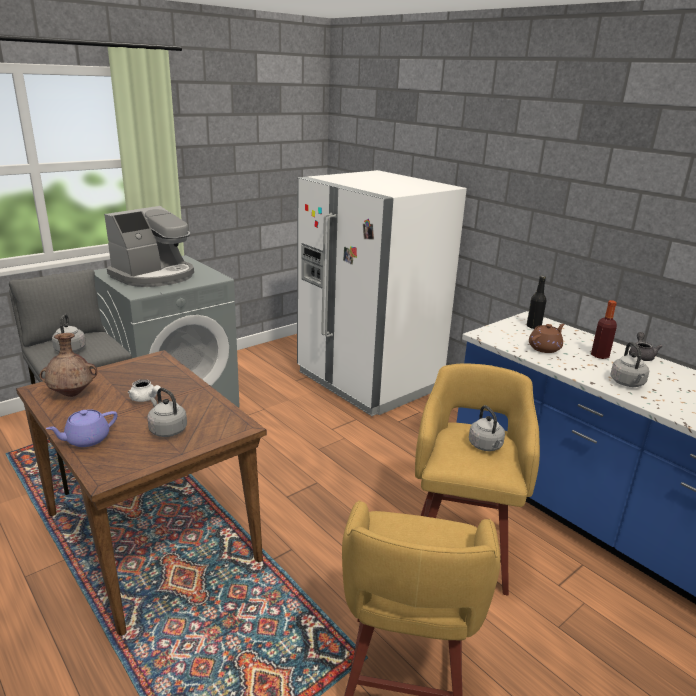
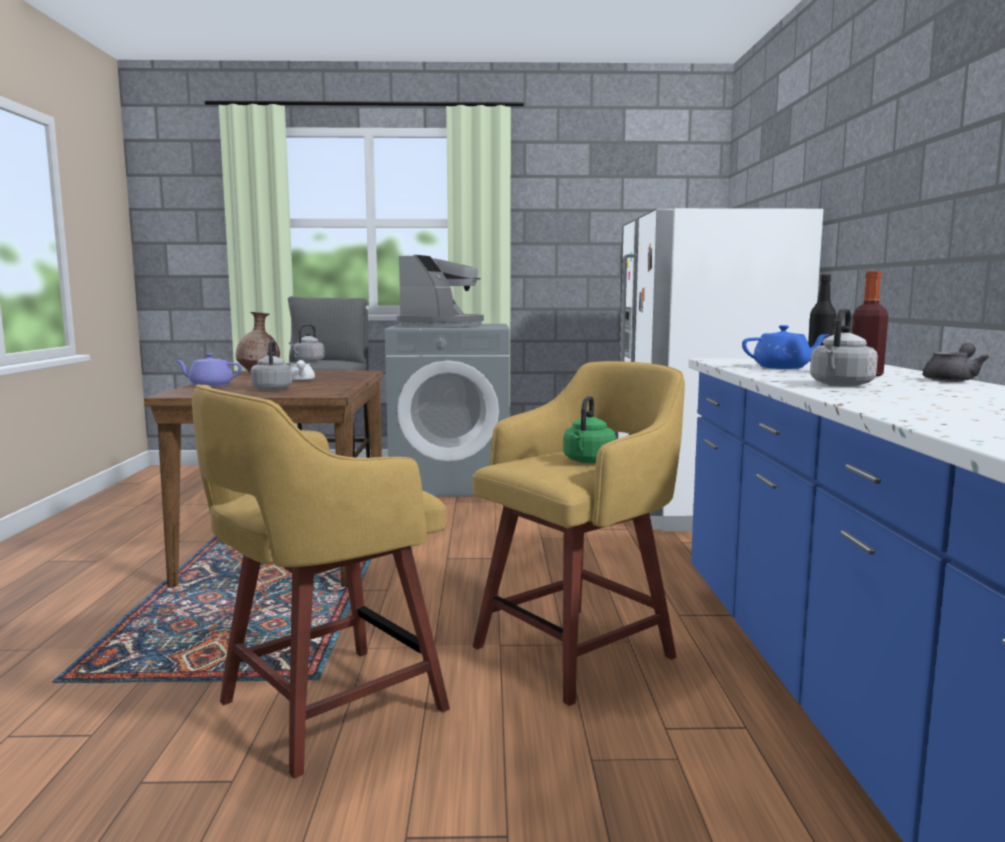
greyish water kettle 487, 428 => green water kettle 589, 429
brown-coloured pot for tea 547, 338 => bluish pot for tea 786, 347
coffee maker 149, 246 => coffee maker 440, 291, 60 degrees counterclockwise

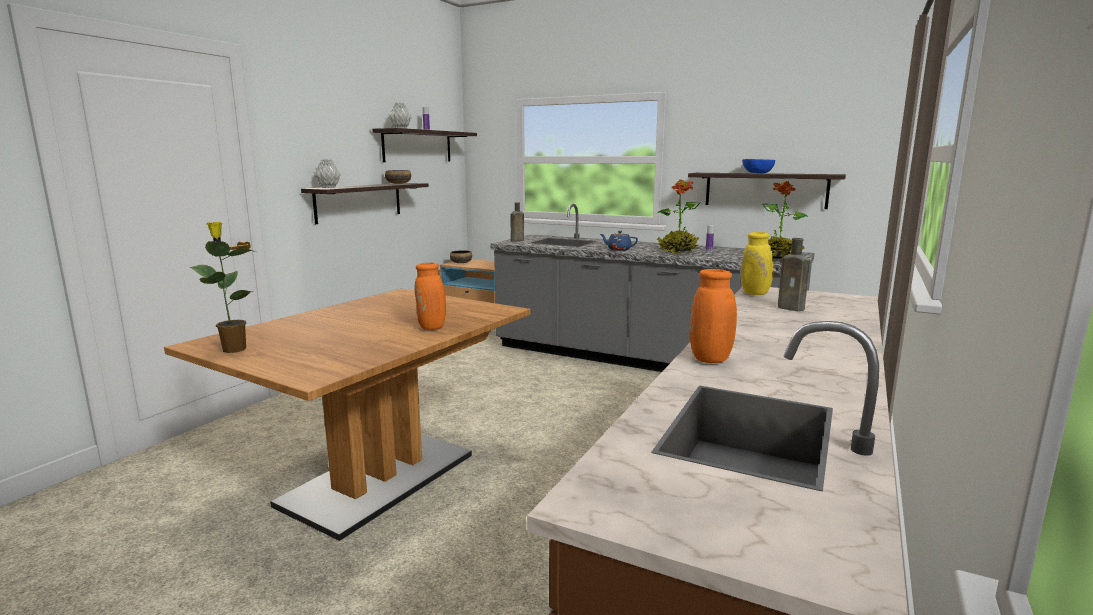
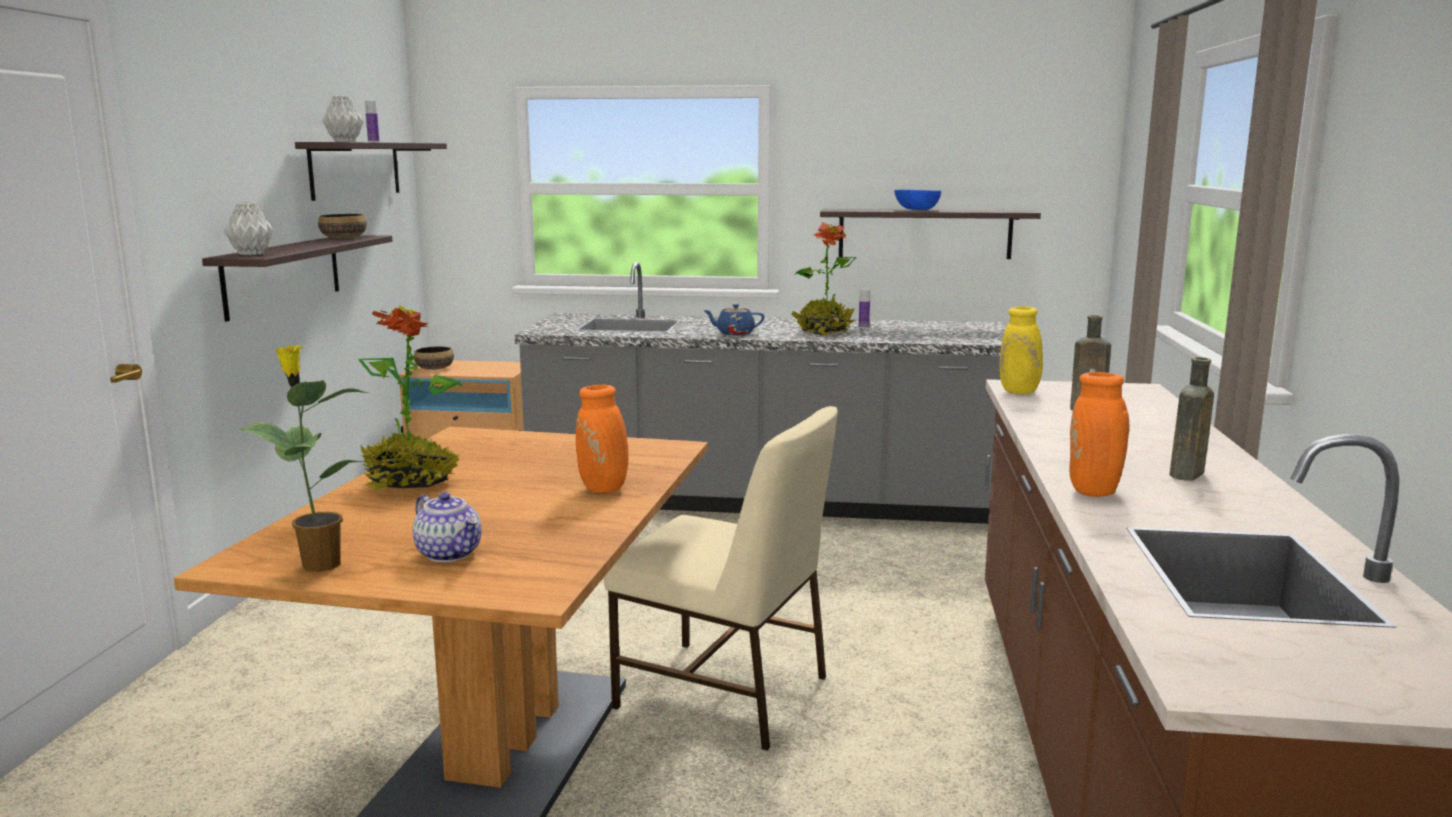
nothing => pot for tea 446, 527
nothing => beige-coloured upright chair 721, 578
brown-coloured bottle 517, 222 => brown-coloured bottle 1191, 419, shifted
plant in a pot 785, 219 => plant in a pot 411, 398, shifted

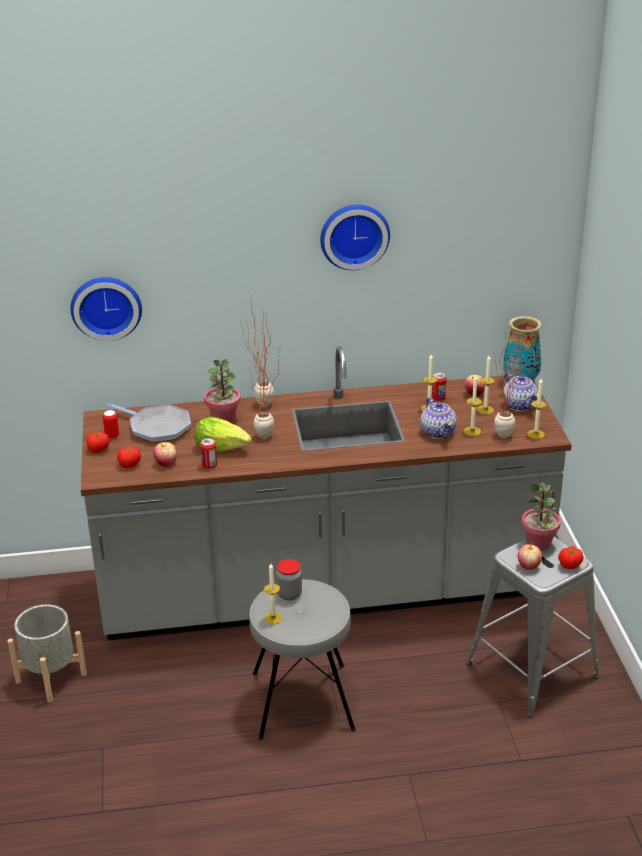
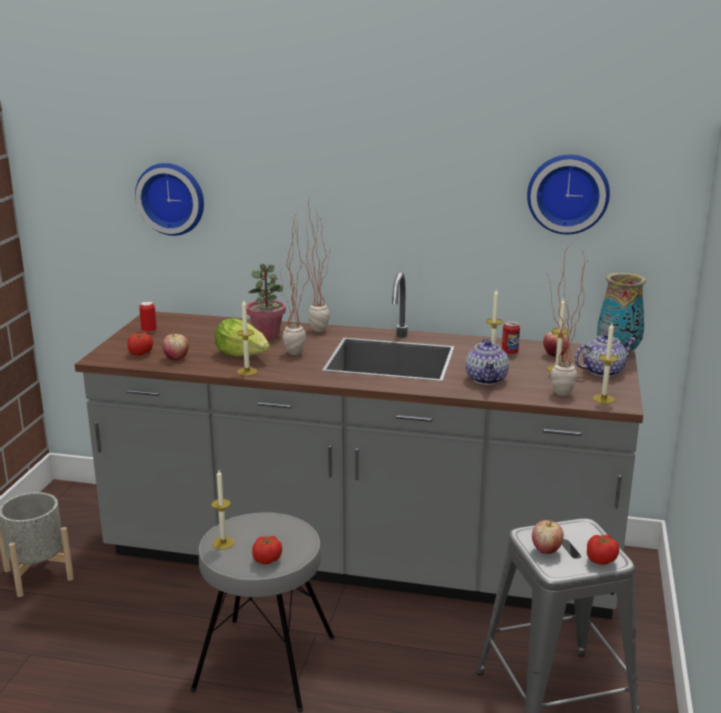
skillet 149, 422 => nothing
can 208, 453 => nothing
jar 289, 579 => nothing
plant in a pot 541, 516 => nothing
tomato 98, 442 => tomato 267, 550, shifted
wall clock 355, 237 => wall clock 568, 195, shifted
wax candle 473, 405 => wax candle 247, 338, shifted
pot for tea 520, 391 => pot for tea 605, 355, 105 degrees counterclockwise

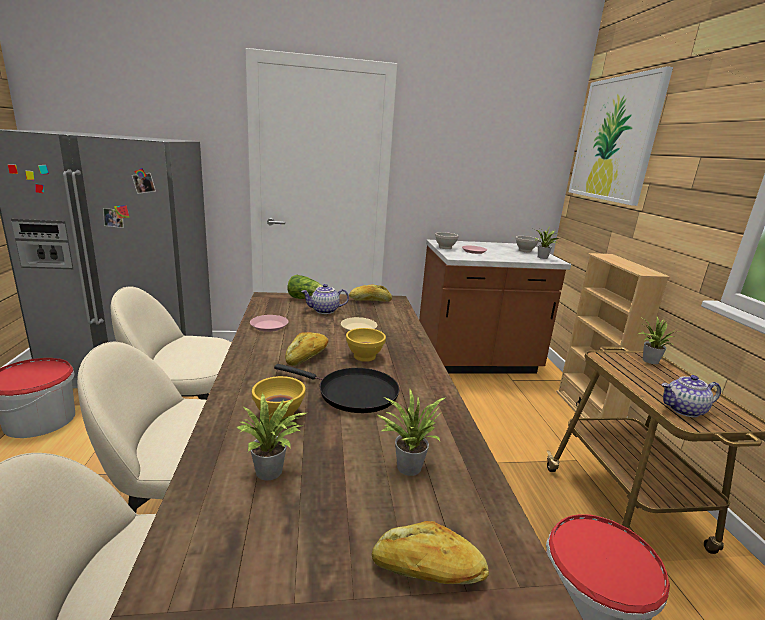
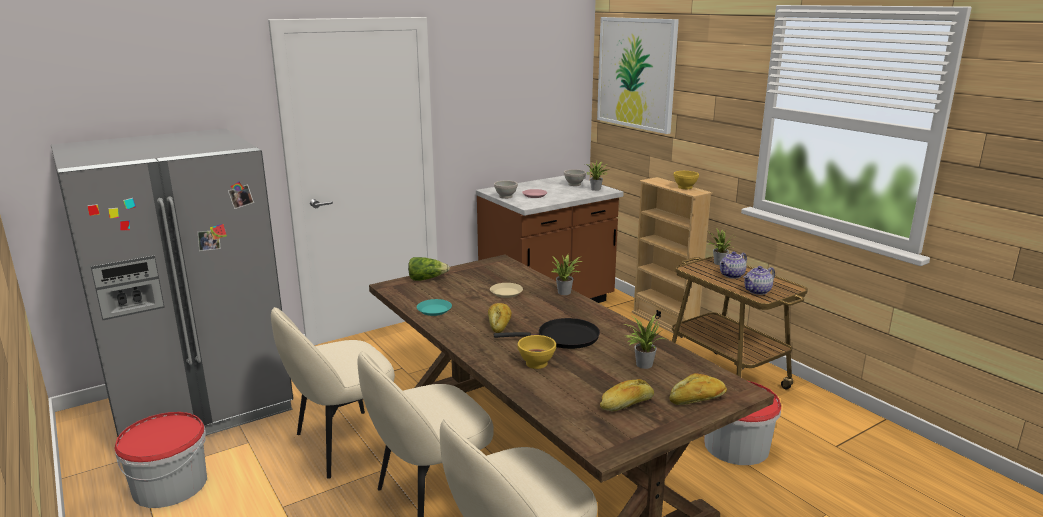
plant in a pot 271, 436 => plant in a pot 567, 275, shifted
pot for tea 325, 299 => pot for tea 733, 265, shifted
yellowish deep dish 366, 345 => yellowish deep dish 686, 180, shifted
baked bread 370, 293 => baked bread 627, 395, shifted
pinkish dinner plate 269, 323 => turquoise dinner plate 434, 307

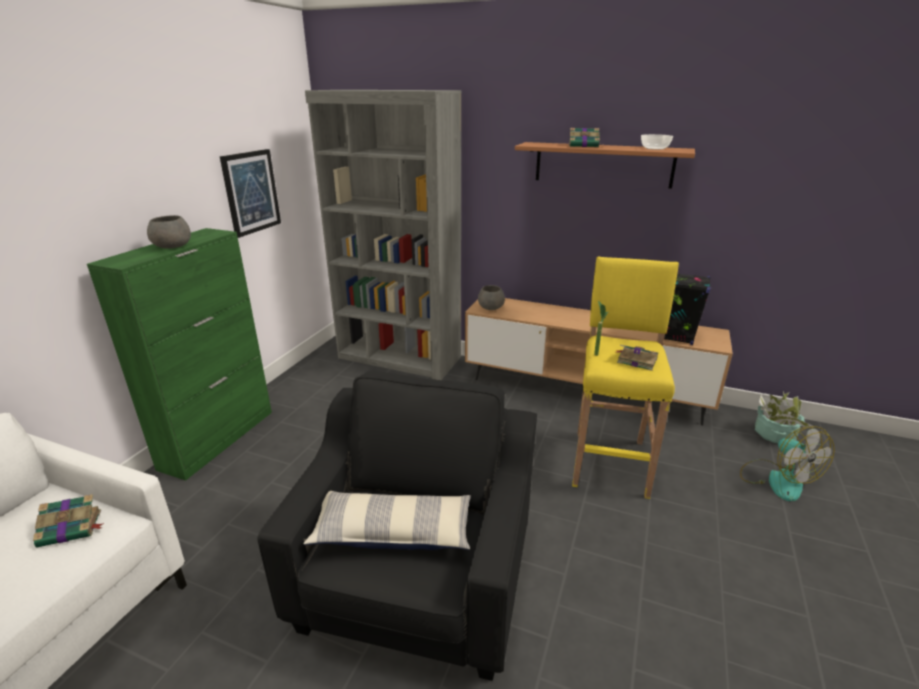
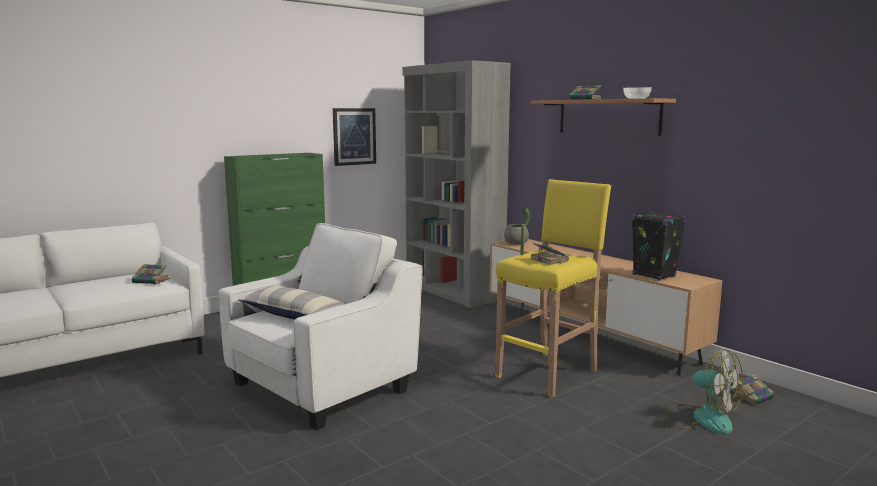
greyish deep dish 169, 232 => nothing
plant in a pot 784, 417 => volume 753, 390
blackish armchair 397, 526 => white armchair 320, 326
fan 787, 464 => fan 705, 391, 60 degrees counterclockwise

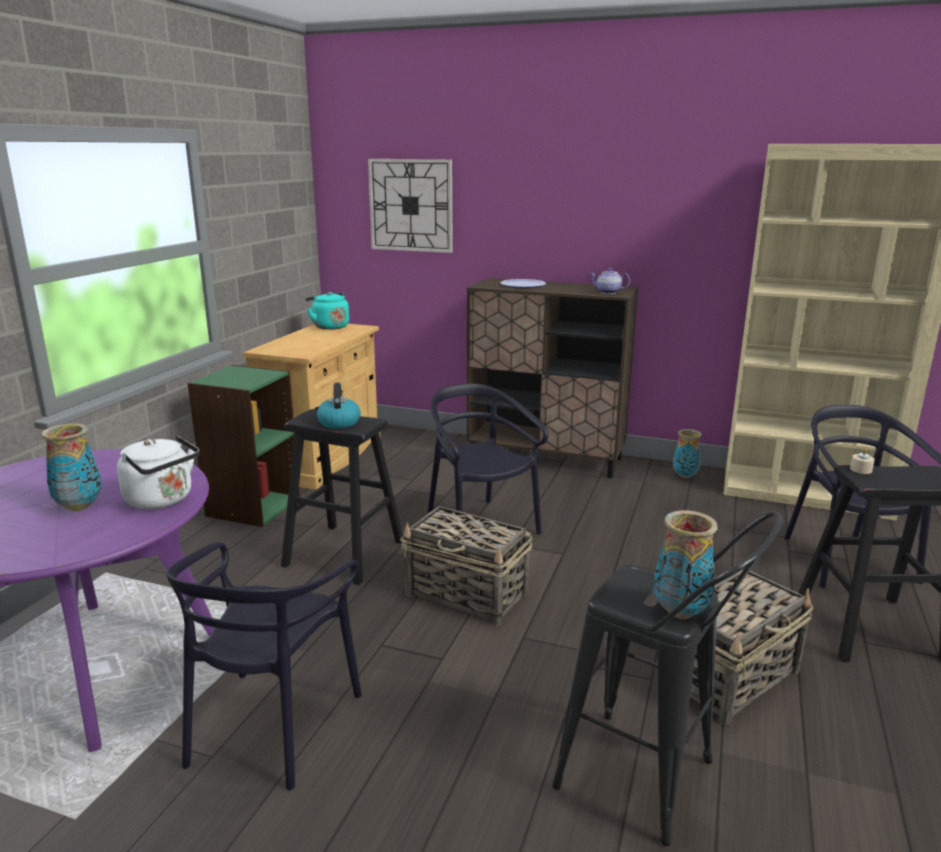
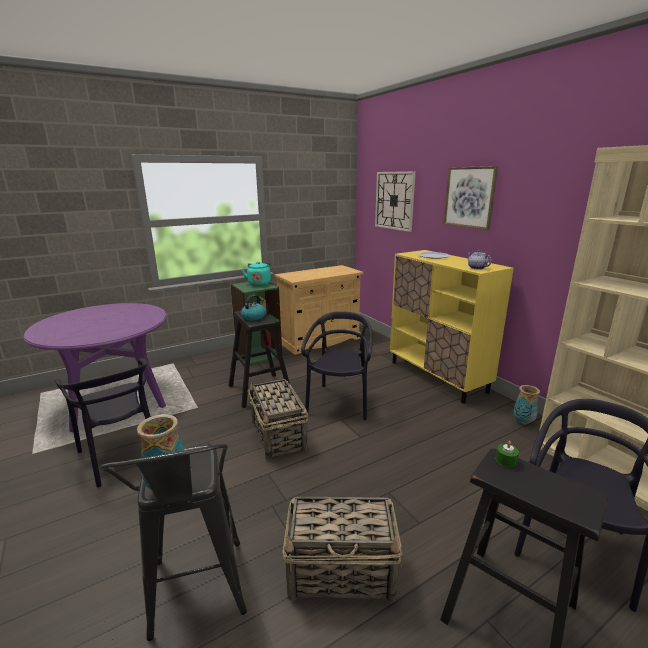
vase 71, 467 => nothing
white water kettle 158, 472 => nothing
nothing => picture 471, 198
turquoise water kettle 327, 311 => turquoise water kettle 256, 274, shifted
brown-coloured cabinet 552, 378 => yellowish cabinet 452, 327
beige-coloured wax candle 862, 461 => green wax candle 507, 454
blackish upright chair 264, 666 => blackish upright chair 103, 423, 90 degrees counterclockwise

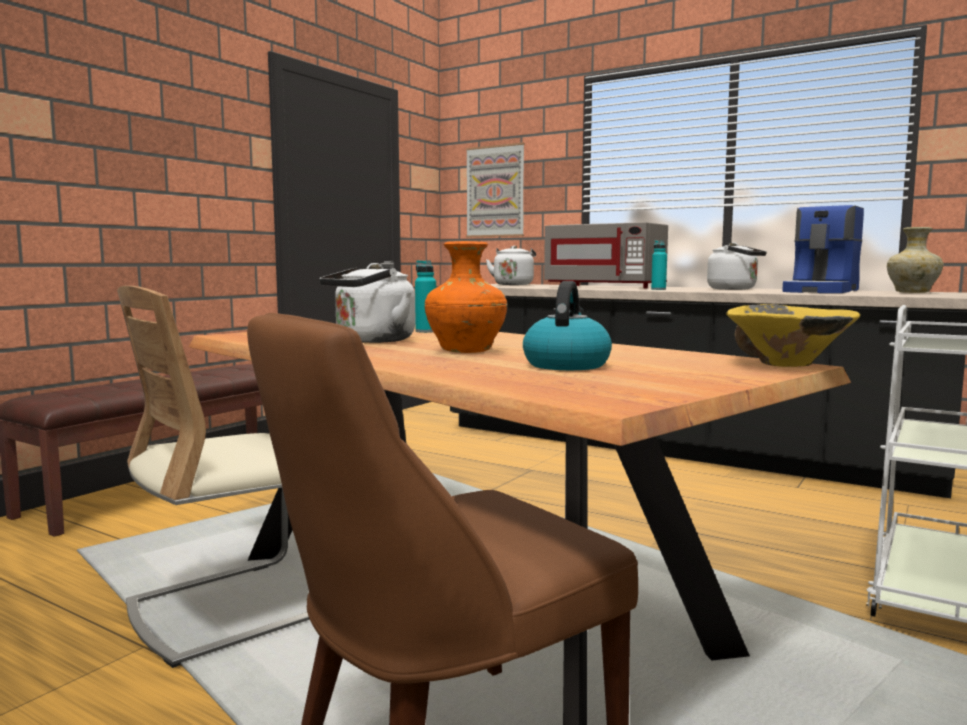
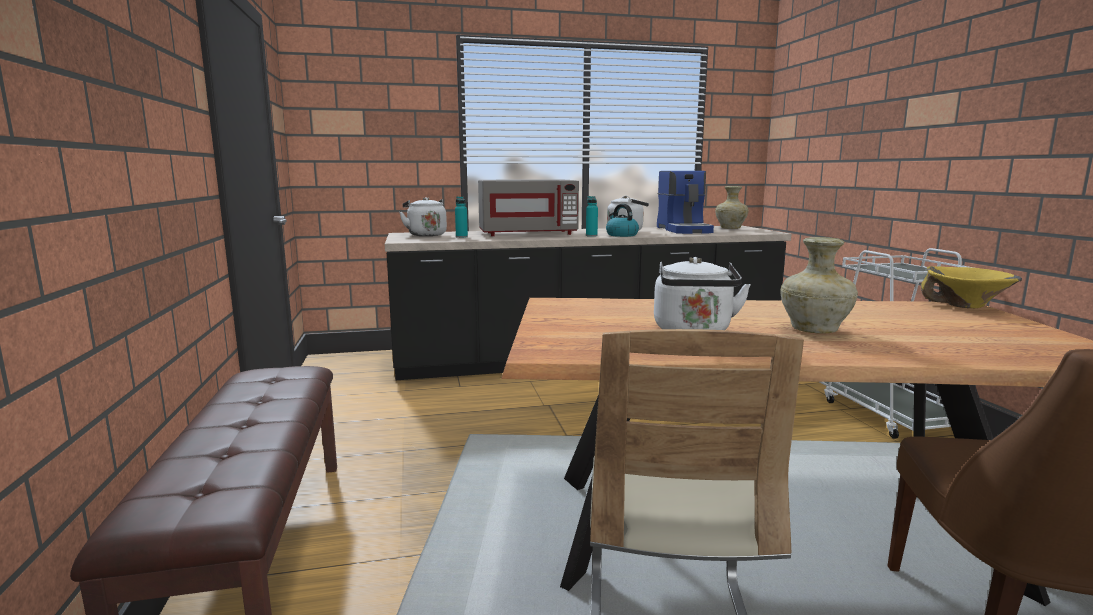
picture 495, 189 => nothing
turquoise bottle 425, 296 => turquoise bottle 461, 217, shifted
water kettle 567, 325 => water kettle 622, 220, shifted
orangey vase 466, 297 => beige-coloured vase 819, 285

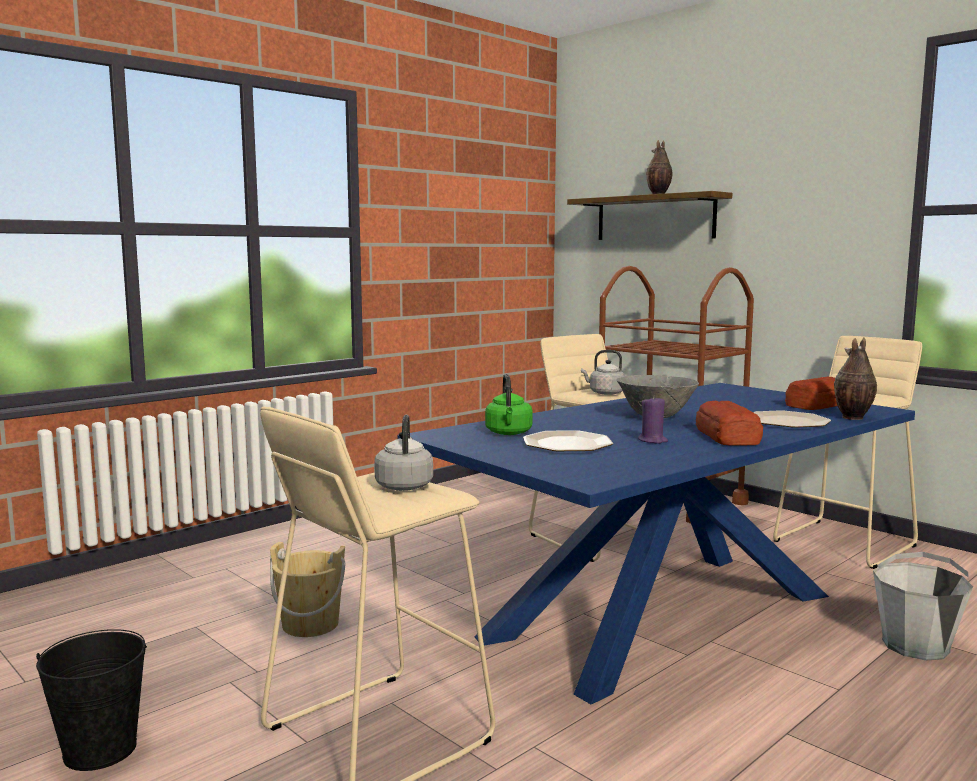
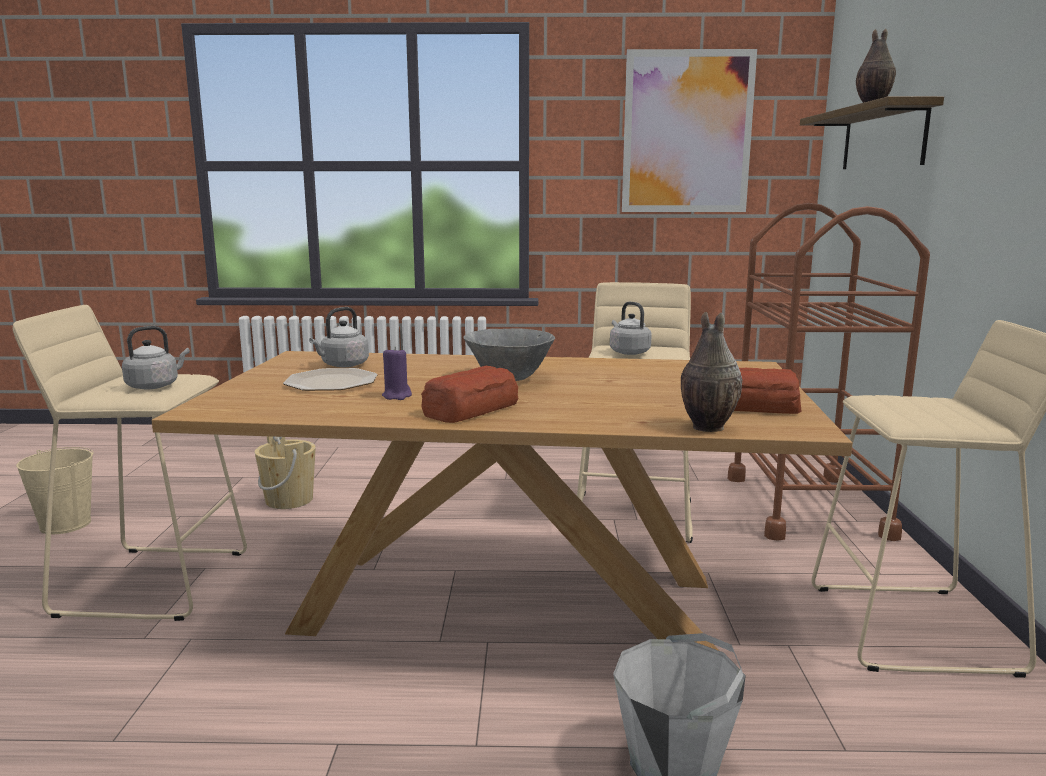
dinner plate 792, 419 => nothing
nothing => picture 689, 130
blackish bucket 91, 700 => beige-coloured bucket 54, 490
bluish dining table 656, 543 => brown-coloured dining table 502, 501
green water kettle 509, 404 => greyish water kettle 339, 337

